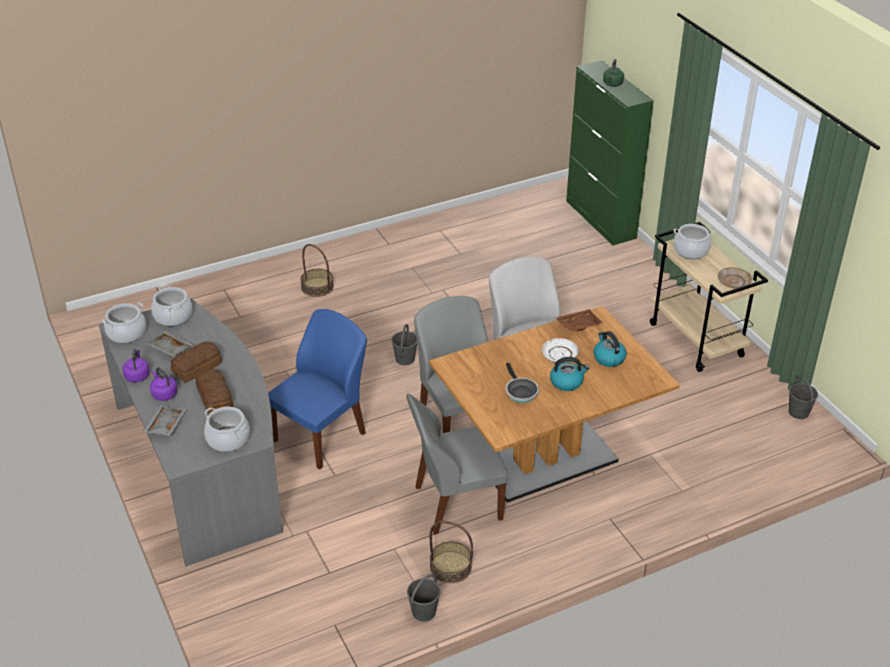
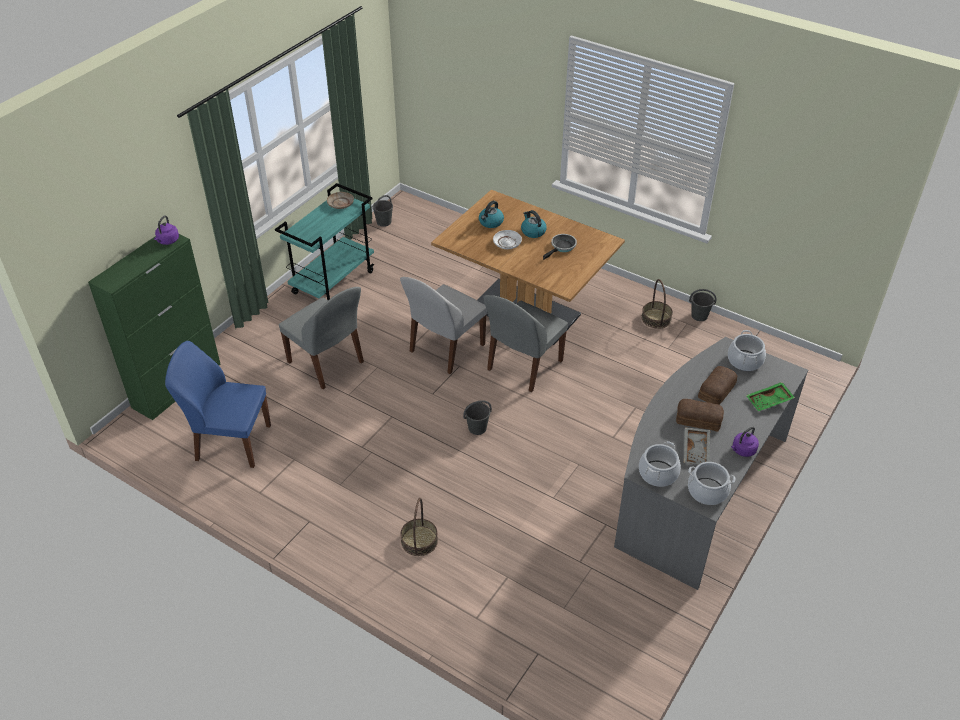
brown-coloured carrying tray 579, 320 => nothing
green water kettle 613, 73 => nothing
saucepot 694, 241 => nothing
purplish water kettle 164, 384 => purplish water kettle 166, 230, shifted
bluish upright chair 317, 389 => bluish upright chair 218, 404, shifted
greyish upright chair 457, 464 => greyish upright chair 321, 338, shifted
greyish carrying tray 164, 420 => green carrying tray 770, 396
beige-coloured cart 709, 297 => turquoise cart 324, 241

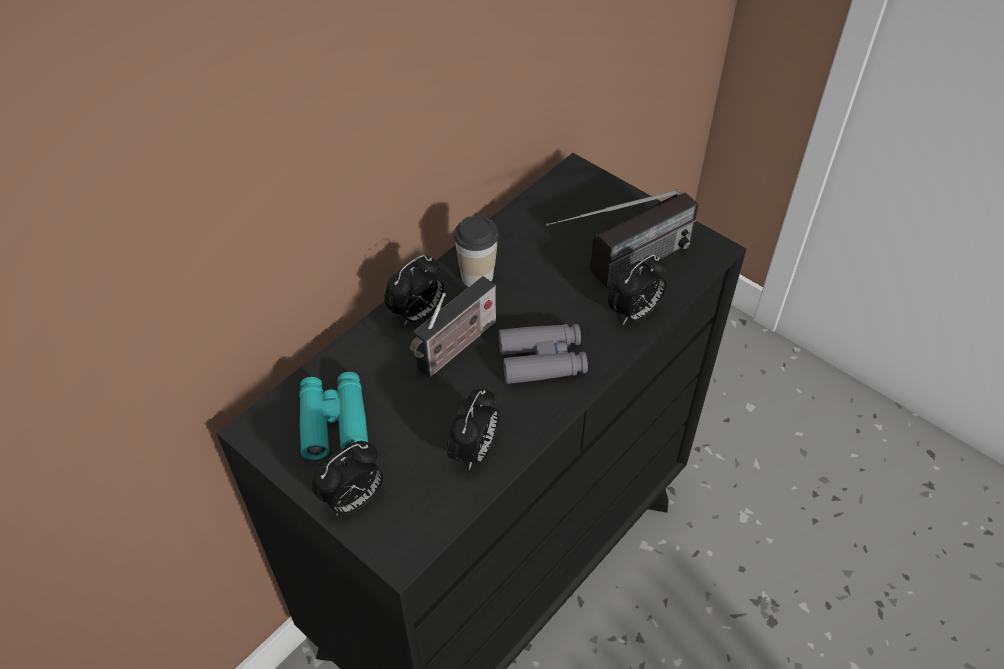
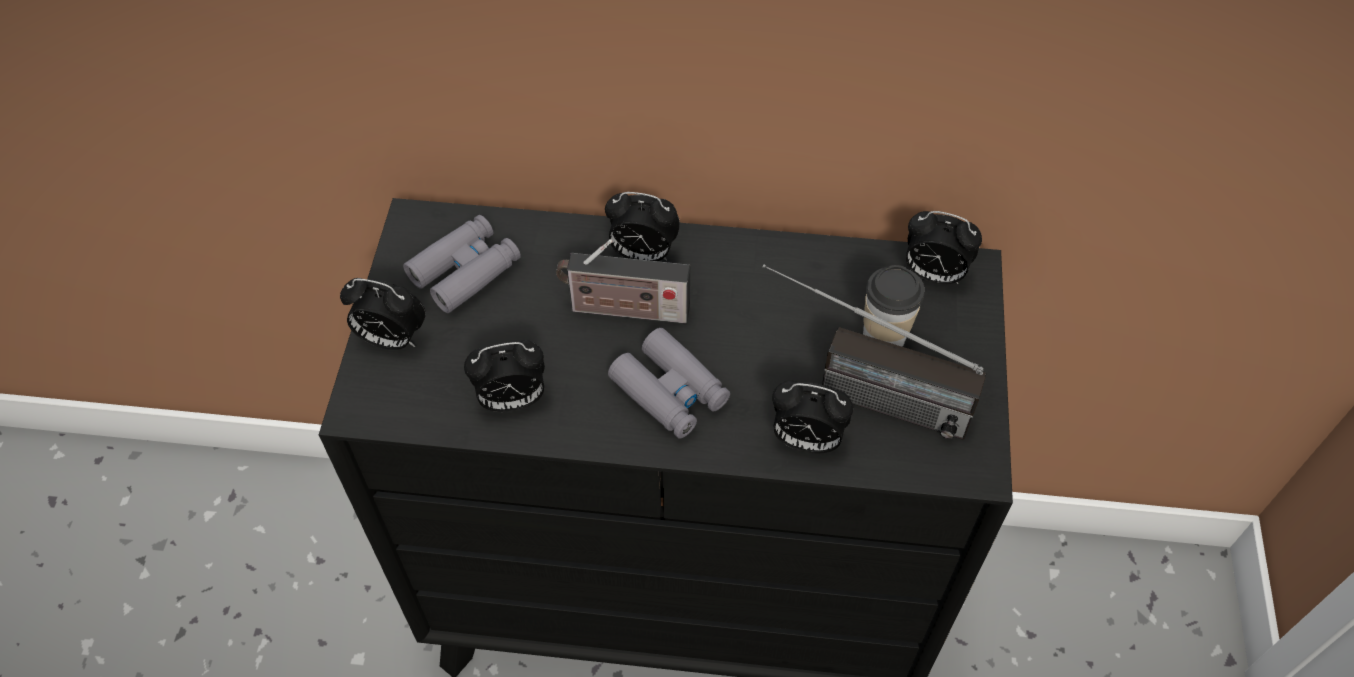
nothing => bedside clock 944, 247
small cup 476, 251 => small cup 894, 306, shifted
turquoise field glasses 334, 416 => greyish field glasses 462, 264

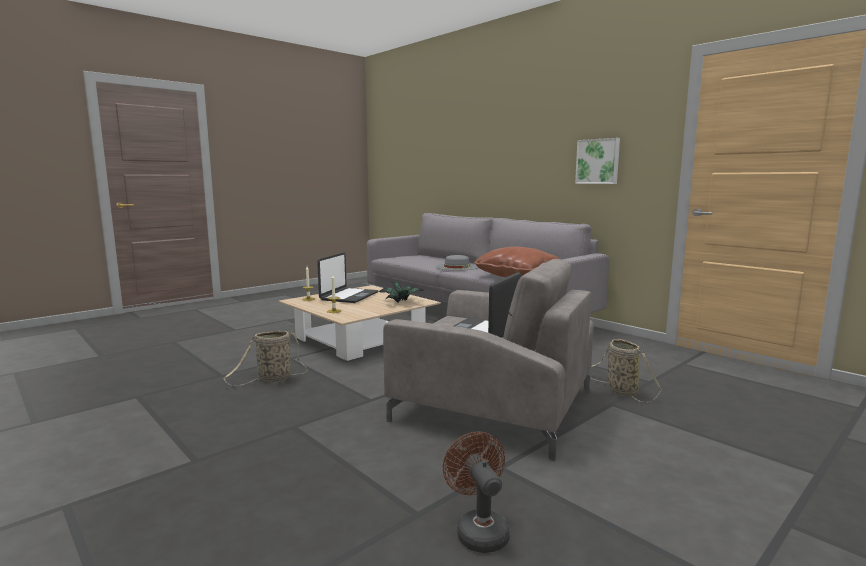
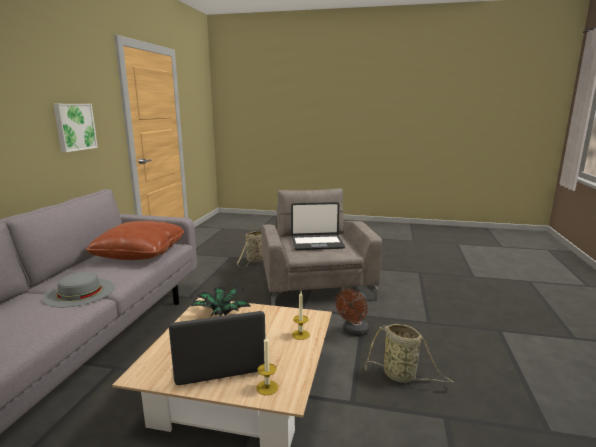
brown-coloured fan 476, 492 => brown-coloured fan 352, 313, shifted

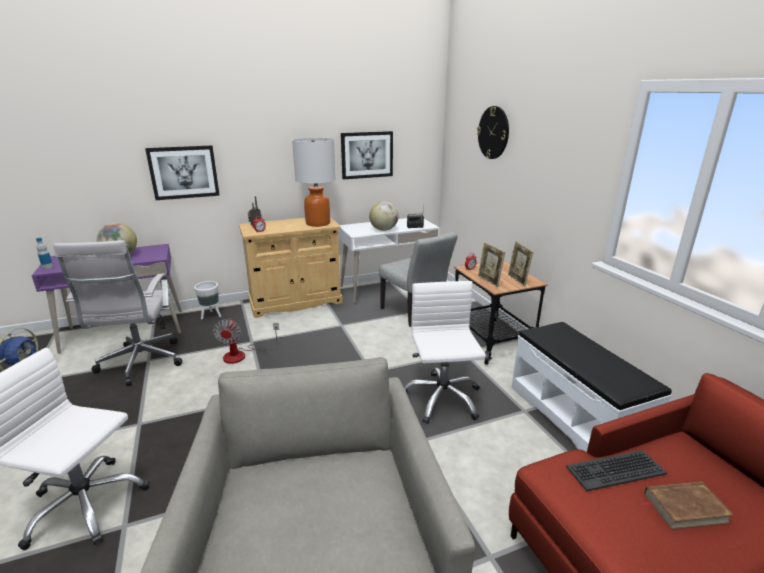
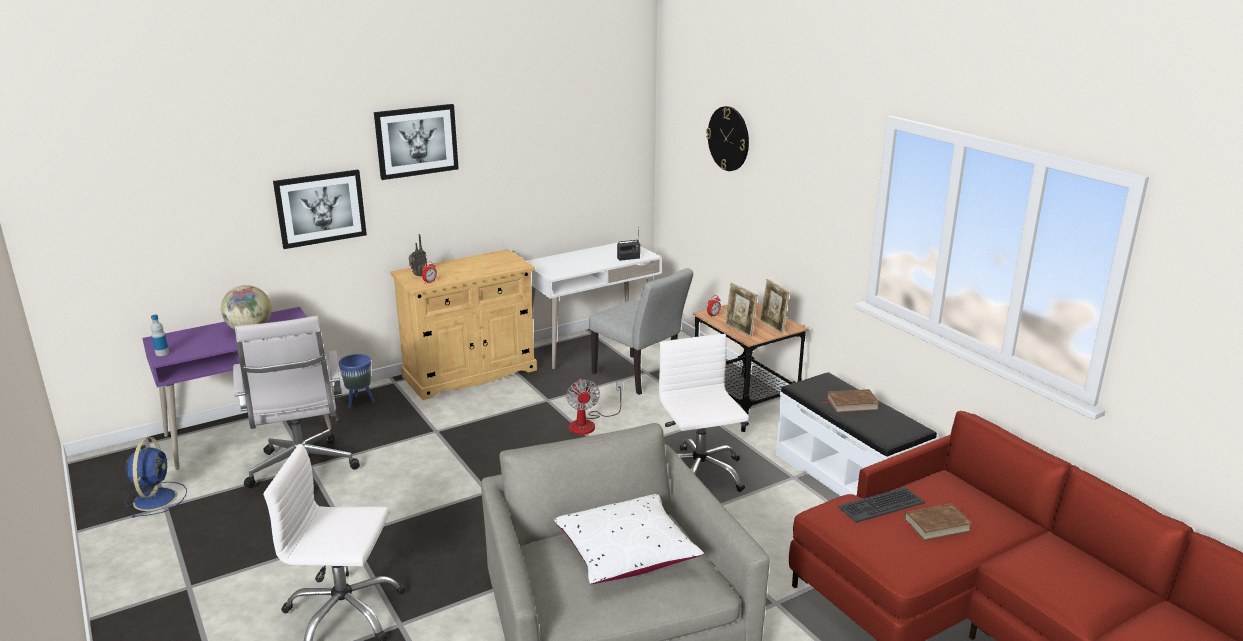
lamp for a table 314, 182 => nothing
world globe 384, 216 => nothing
nothing => white throw pillow 629, 539
nothing => brown-coloured volume 851, 401
fan 246, 341 => fan 594, 407, shifted
picture 367, 155 => picture 416, 142, shifted
white plant pot 207, 300 => bluish plant pot 357, 381

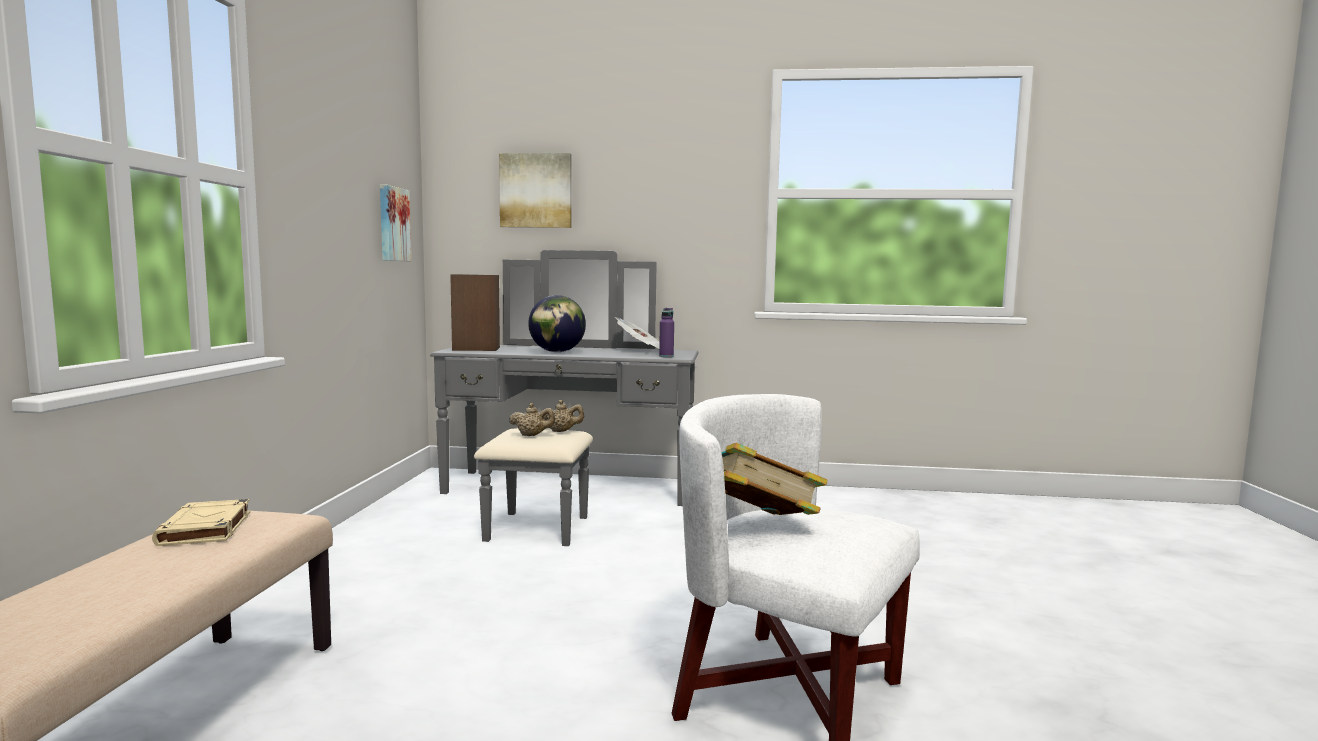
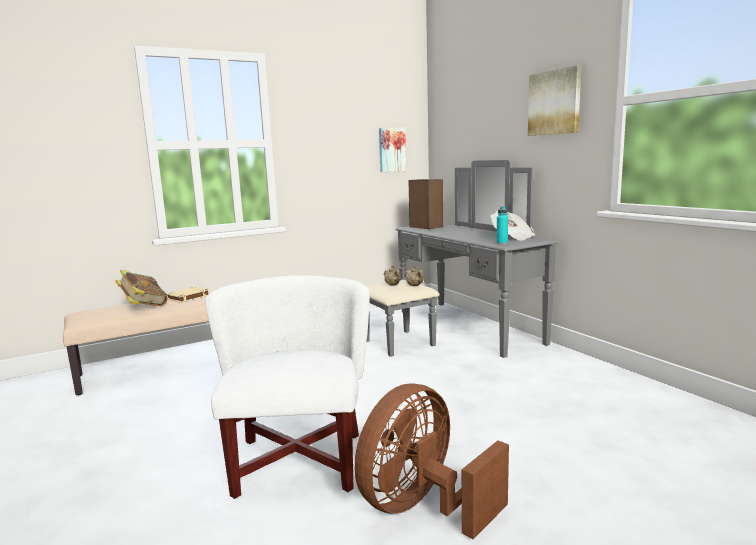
world globe 557, 323 => nothing
nothing => brown-coloured fan 432, 461
picture 535, 190 => picture 554, 100, shifted
volume 775, 479 => volume 141, 288, shifted
purplish bottle 666, 332 => turquoise bottle 502, 225

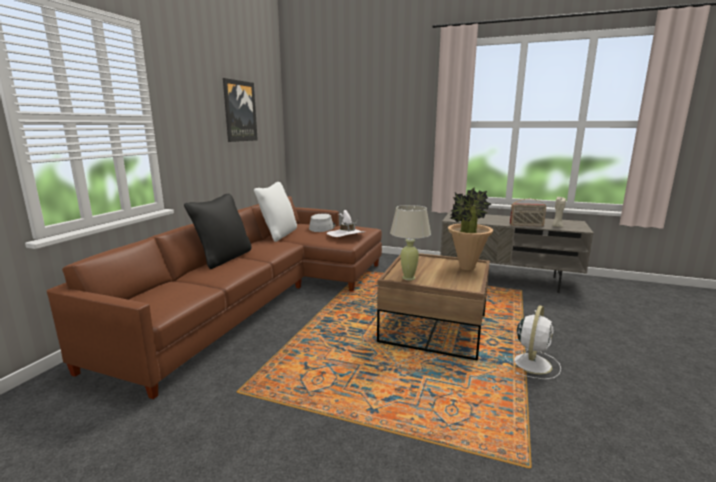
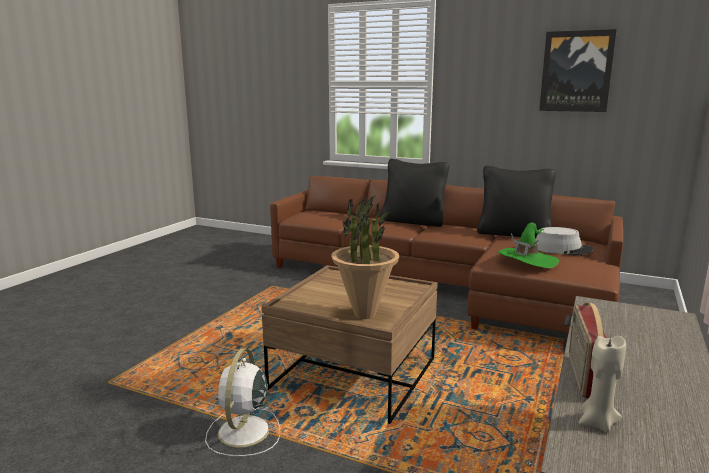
beige-coloured lamp for a table 410, 242 => nothing
white throw pillow 275, 212 => blackish throw pillow 516, 202
white hat 346, 223 => green hat 528, 245
white fan 533, 342 => white fan 242, 402, 60 degrees clockwise

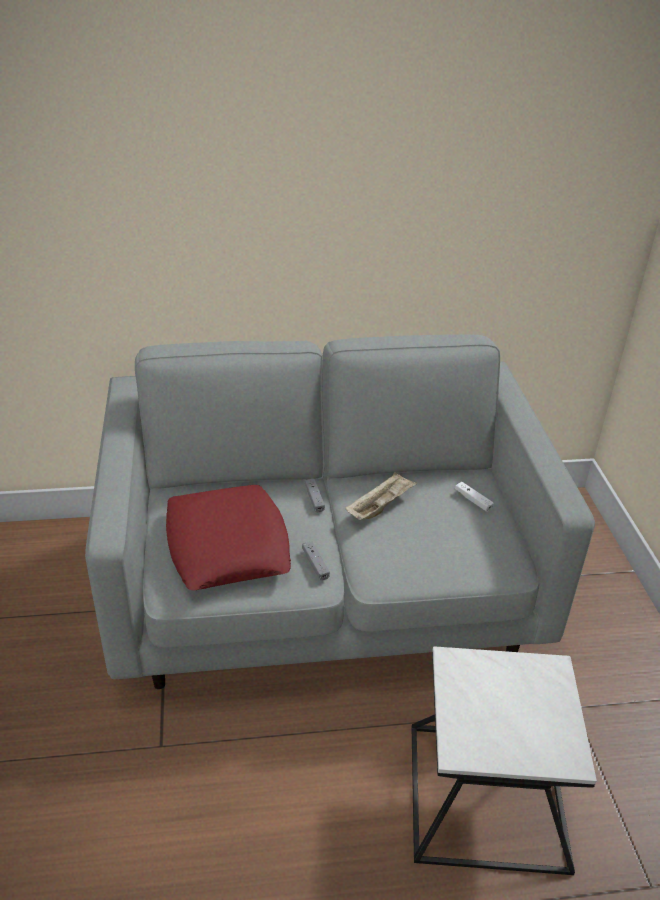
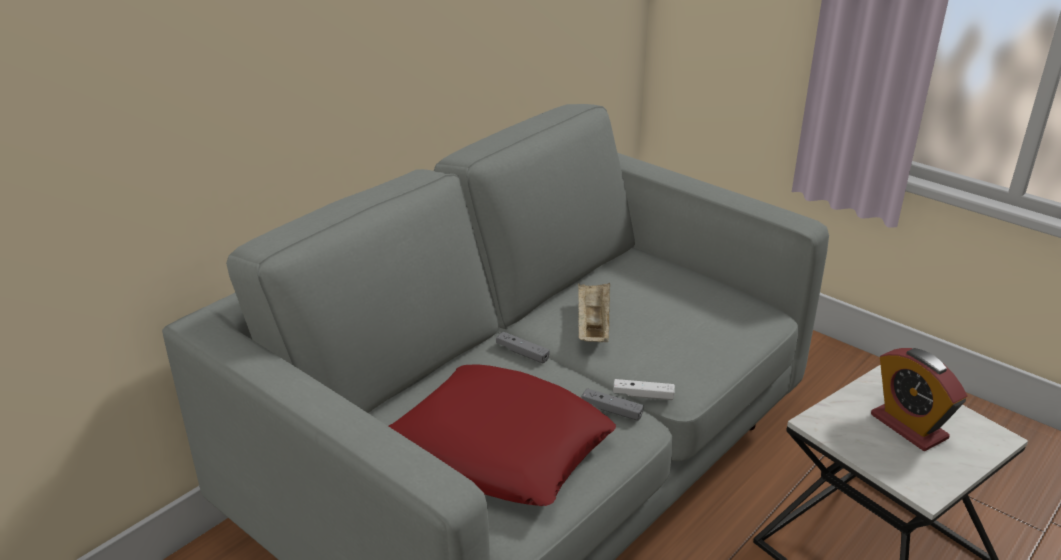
nothing => bedside clock 919, 399
white game controller 474, 497 => white game controller 644, 389, shifted

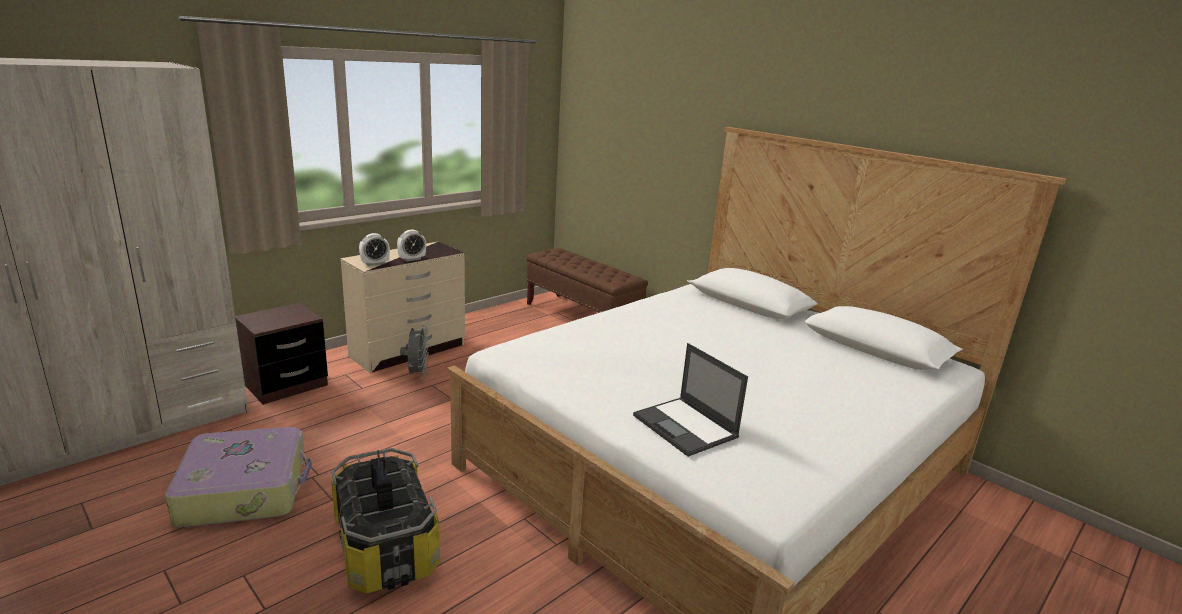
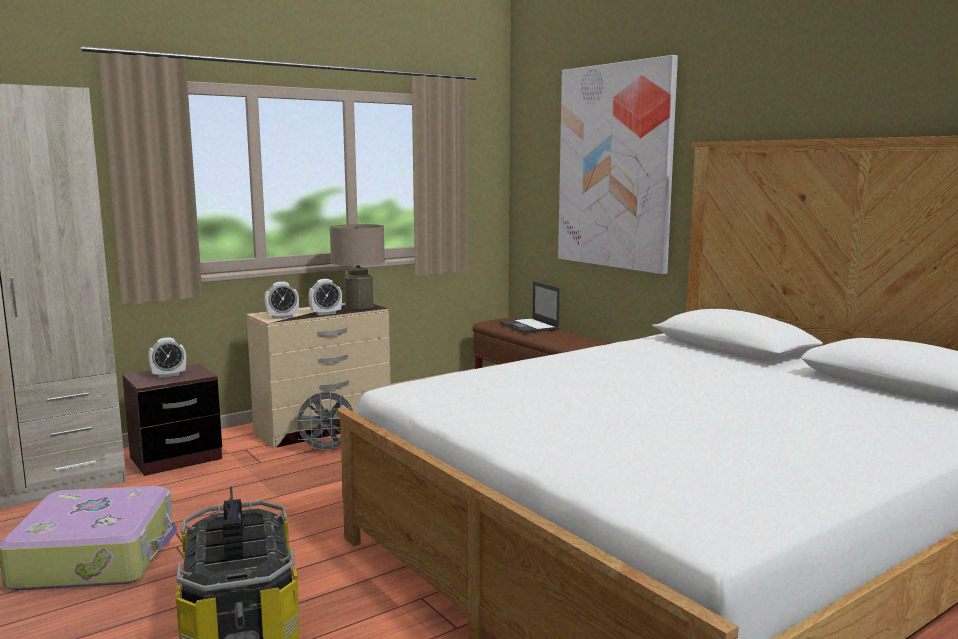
nothing => bedside clock 167, 357
nothing => beige-coloured lamp for a table 357, 266
nothing => picture 618, 164
portable computer 690, 400 => portable computer 530, 307, shifted
greyish fan 414, 351 => greyish fan 324, 423, 75 degrees clockwise

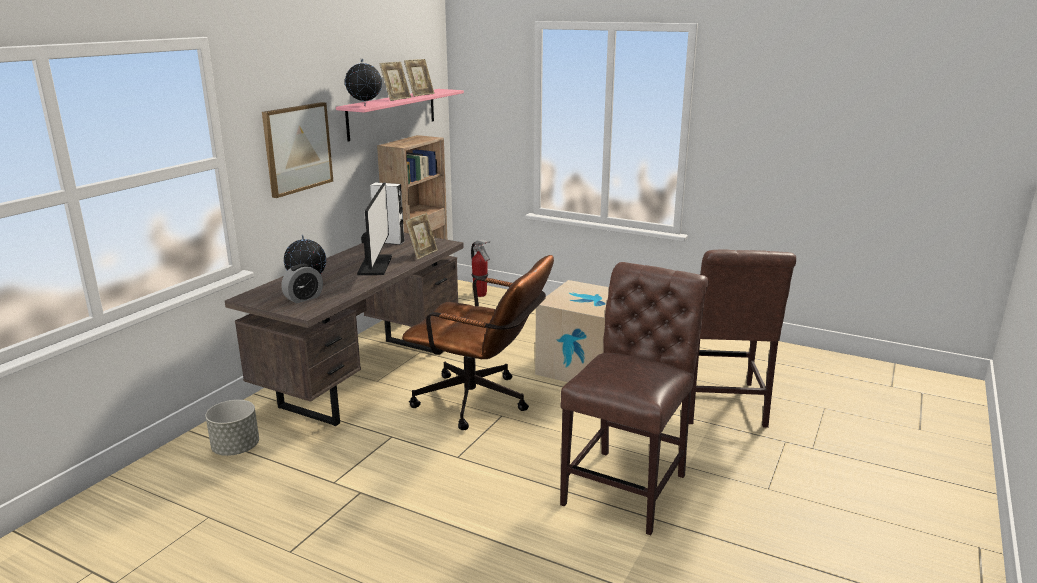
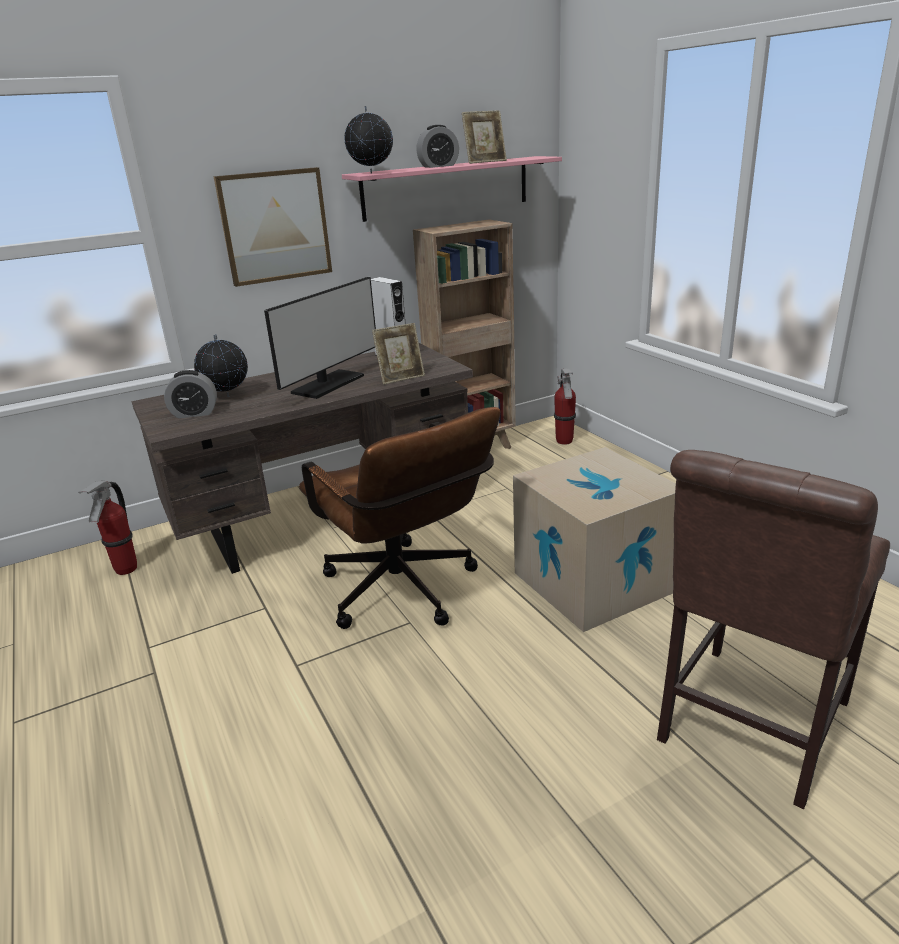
brown-coloured upright chair 634, 398 => nothing
greyish plant pot 232, 428 => fire extinguisher 107, 528
standing frame 395, 81 => bedside clock 437, 146

